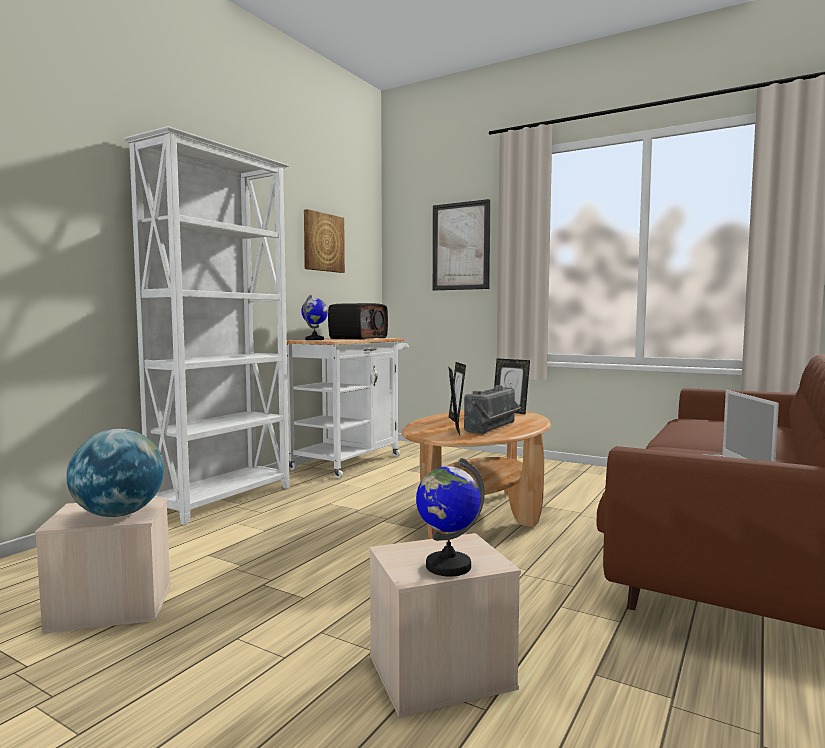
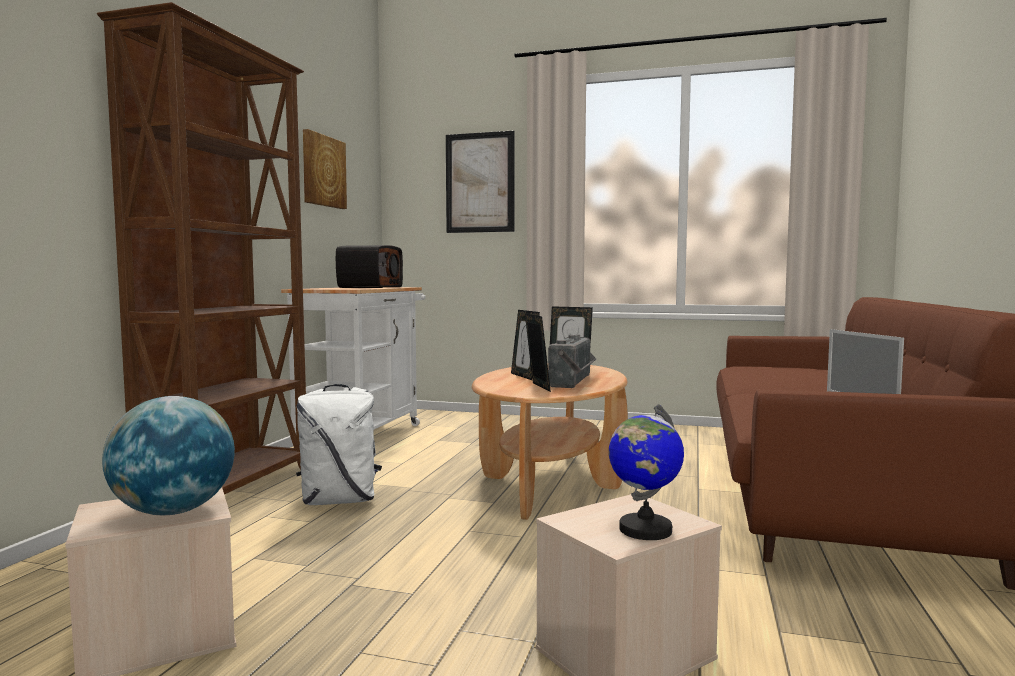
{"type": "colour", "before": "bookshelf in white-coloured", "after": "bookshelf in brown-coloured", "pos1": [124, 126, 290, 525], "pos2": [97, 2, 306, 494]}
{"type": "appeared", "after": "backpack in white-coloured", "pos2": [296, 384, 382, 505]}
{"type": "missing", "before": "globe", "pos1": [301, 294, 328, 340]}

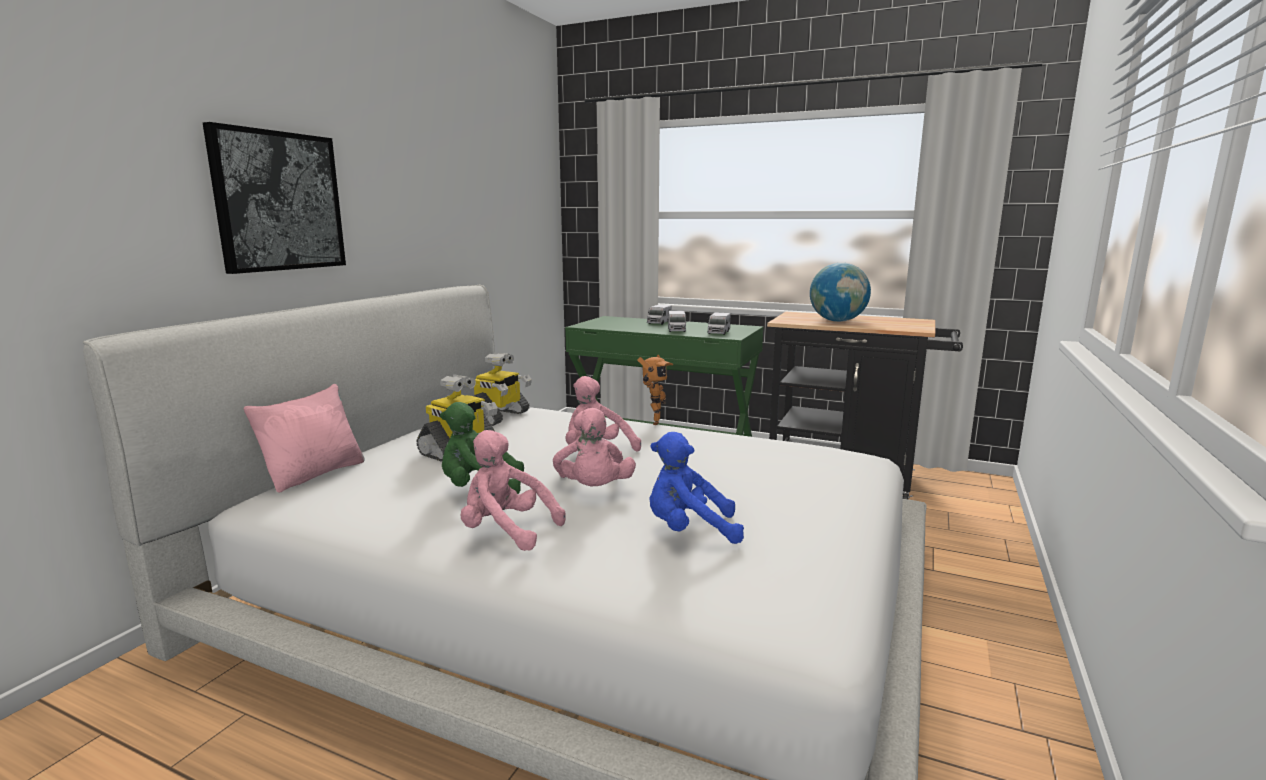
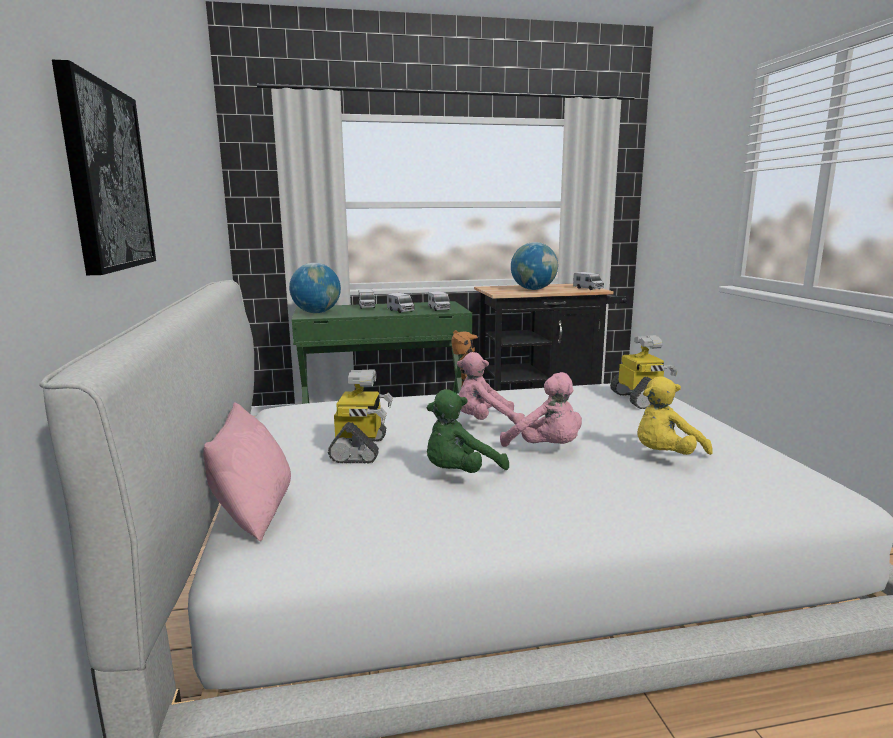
{"type": "appeared", "after": "globe", "pos2": [289, 263, 341, 313]}
{"type": "appeared", "after": "toy truck", "pos2": [573, 272, 604, 290]}
{"type": "relocated", "before": "model robot", "pos1": [474, 352, 532, 426], "pos2": [610, 335, 678, 409]}
{"type": "colour", "before": "soft toy in bluish", "after": "soft toy in yellow-coloured", "pos1": [650, 432, 744, 544], "pos2": [637, 376, 713, 455]}
{"type": "missing", "before": "soft toy in pinkish", "pos1": [461, 430, 566, 551]}

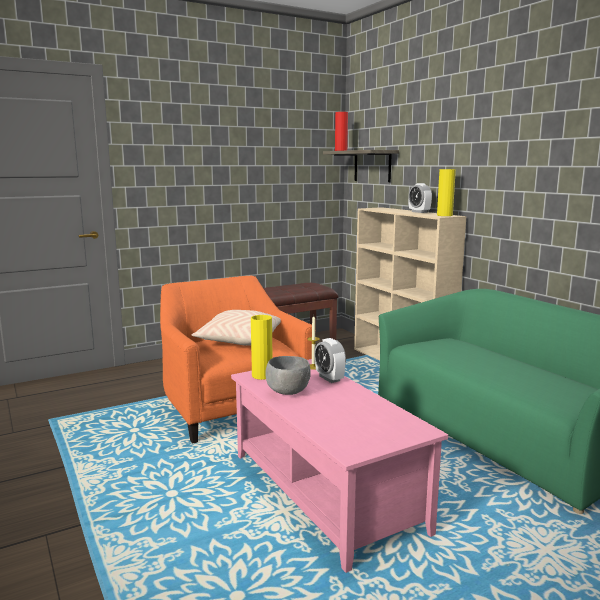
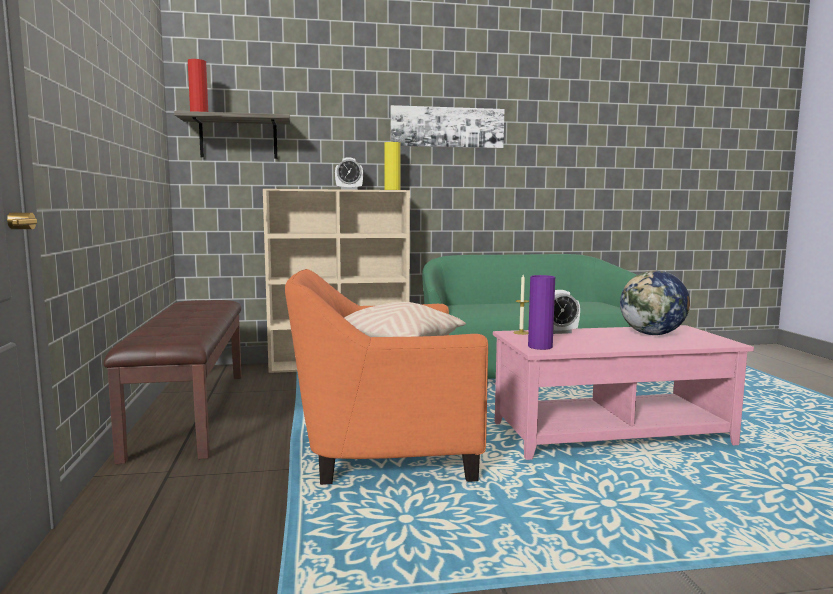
{"type": "appeared", "after": "wall art", "pos2": [390, 105, 504, 149]}
{"type": "colour", "before": "decorative vase in yellow-coloured", "after": "decorative vase in purple-coloured", "pos1": [251, 315, 272, 380], "pos2": [528, 275, 555, 350]}
{"type": "appeared", "after": "globe", "pos2": [620, 270, 690, 335]}
{"type": "missing", "before": "deep dish in greyish", "pos1": [265, 356, 311, 395]}

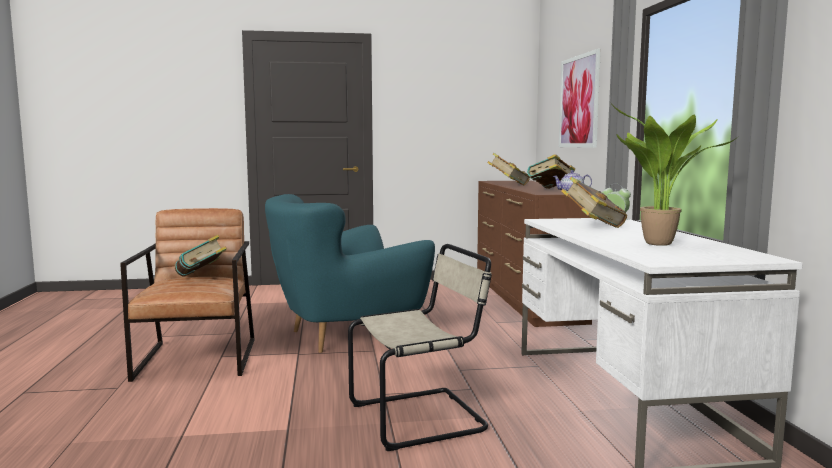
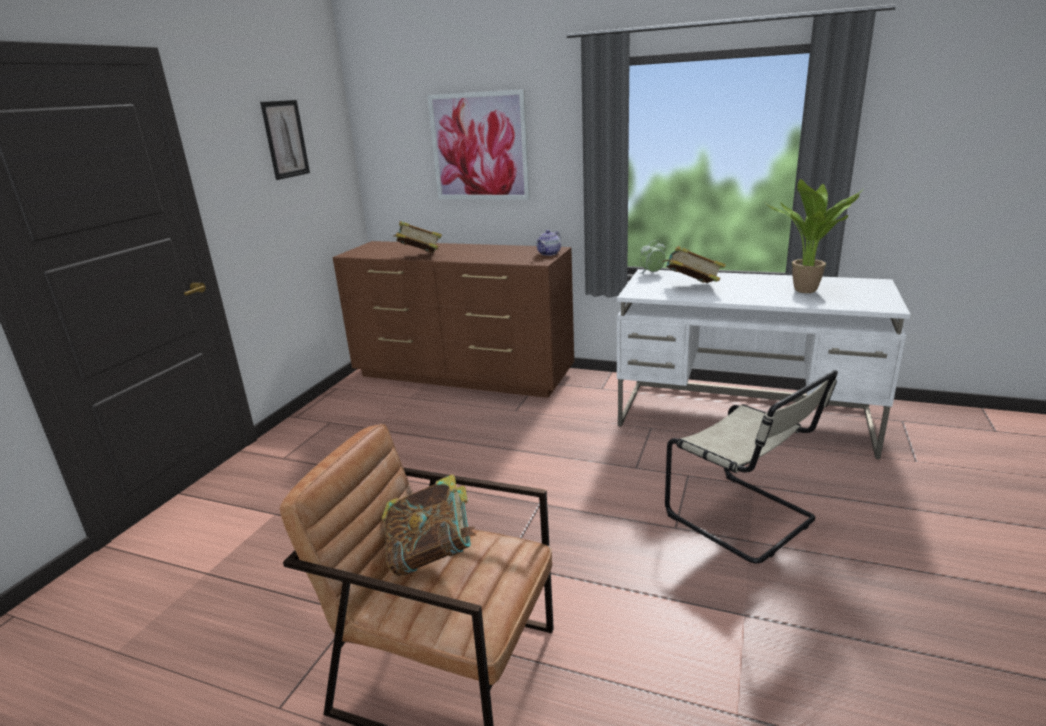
{"type": "appeared", "after": "wall art", "pos2": [260, 100, 310, 180]}
{"type": "spun", "before": "plain chair in beige", "pos1": [348, 244, 492, 451], "pos2": [665, 370, 838, 563], "turn": 135}
{"type": "missing", "before": "lounge chair in turquoise", "pos1": [265, 194, 435, 353]}
{"type": "missing", "before": "book", "pos1": [527, 154, 575, 189]}

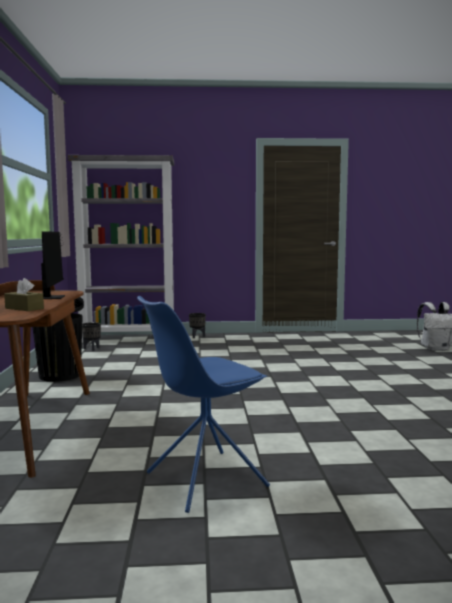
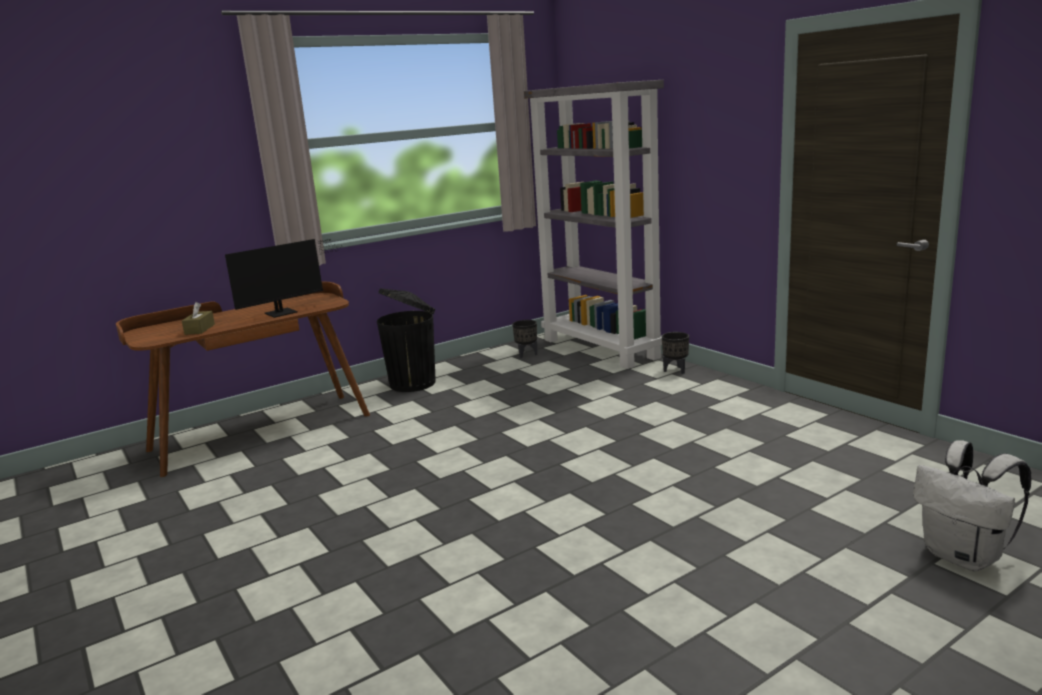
{"type": "missing", "before": "plain chair in bluish", "pos1": [137, 296, 270, 513]}

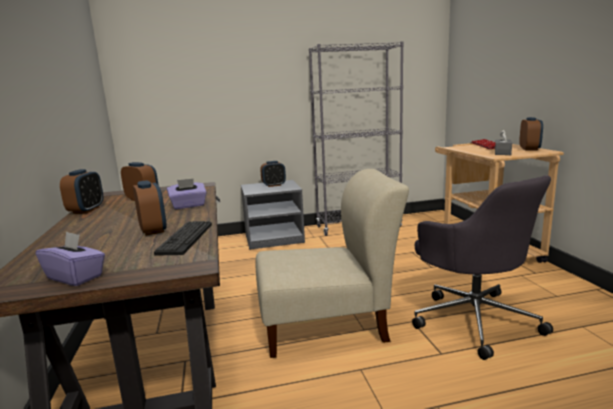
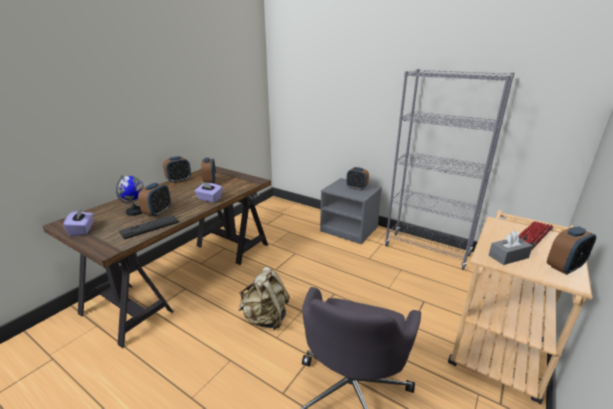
{"type": "appeared", "after": "globe", "pos2": [116, 175, 144, 216]}
{"type": "exchanged", "before": "plain chair in beige", "after": "backpack in beige", "pos1": [255, 169, 409, 358], "pos2": [238, 267, 290, 330]}

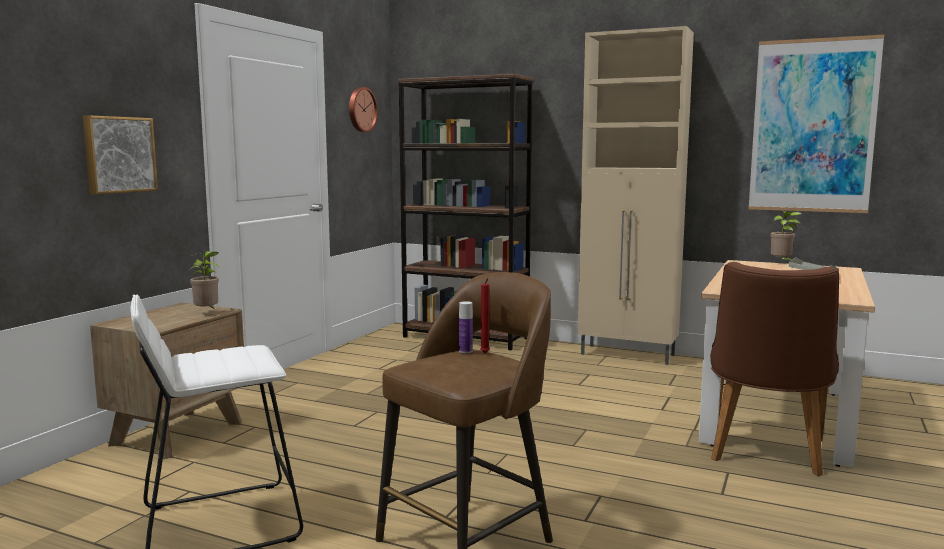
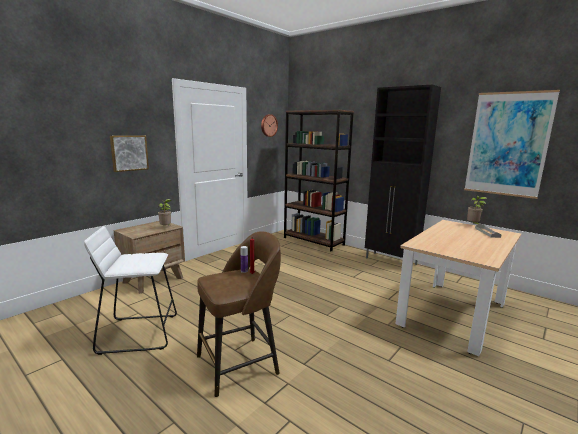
{"type": "colour", "before": "storage cabinet in beige", "after": "storage cabinet in black-coloured", "pos1": [578, 26, 694, 365], "pos2": [365, 85, 441, 265]}
{"type": "missing", "before": "plain chair in brown-coloured", "pos1": [710, 262, 839, 476]}

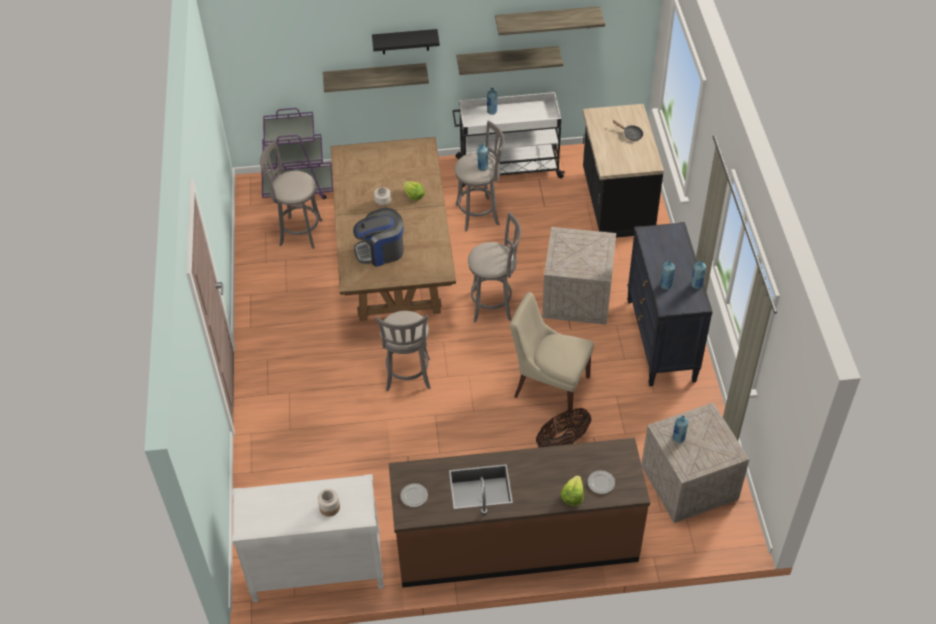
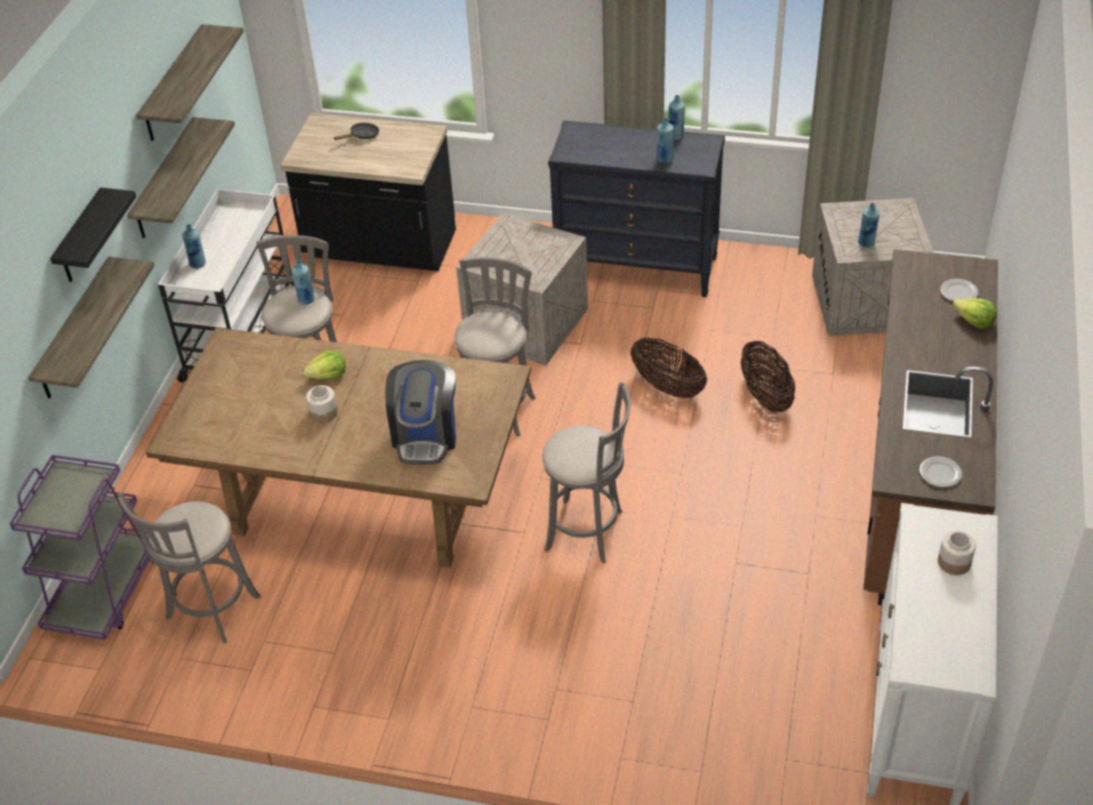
{"type": "exchanged", "before": "plain chair in beige", "after": "basket", "pos1": [510, 292, 594, 414], "pos2": [630, 337, 707, 398]}

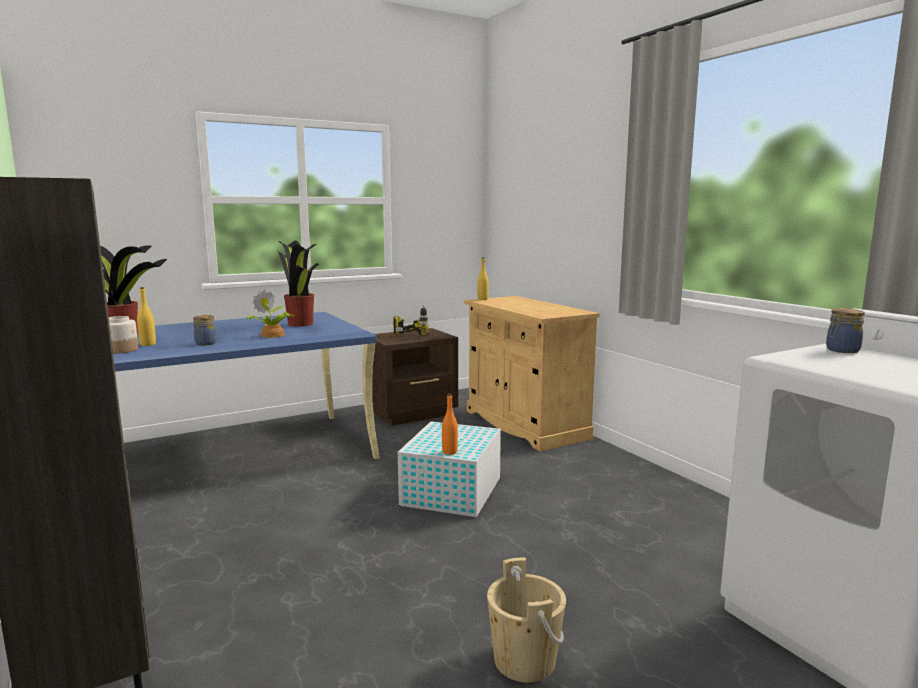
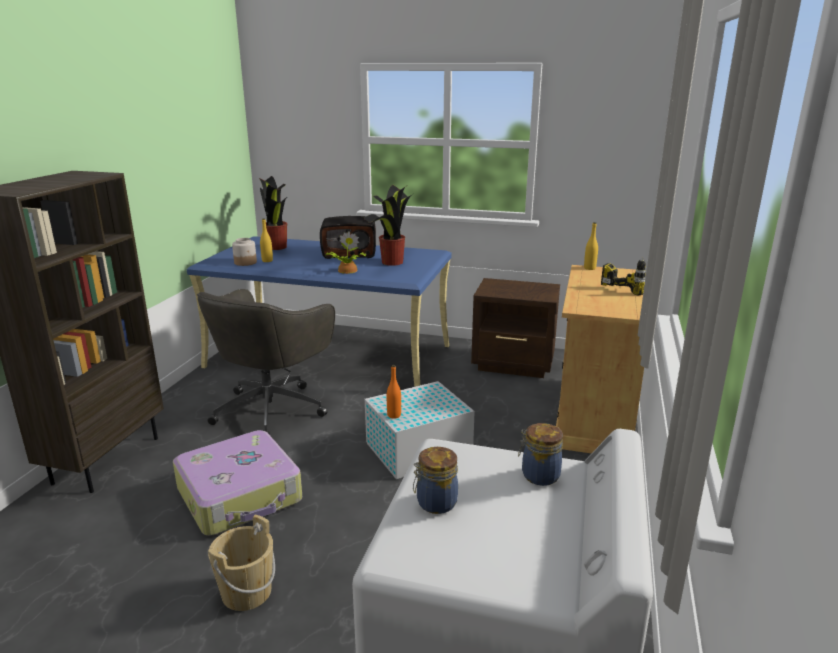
{"type": "appeared", "after": "travel case", "pos2": [173, 430, 302, 536]}
{"type": "appeared", "after": "computer chair in greyish", "pos2": [197, 289, 335, 435]}
{"type": "appeared", "after": "radio set", "pos2": [320, 216, 376, 259]}
{"type": "relocated", "before": "preserve jar", "pos1": [193, 315, 216, 346], "pos2": [413, 447, 458, 514]}
{"type": "relocated", "before": "electric drill", "pos1": [393, 305, 429, 336], "pos2": [601, 257, 646, 295]}

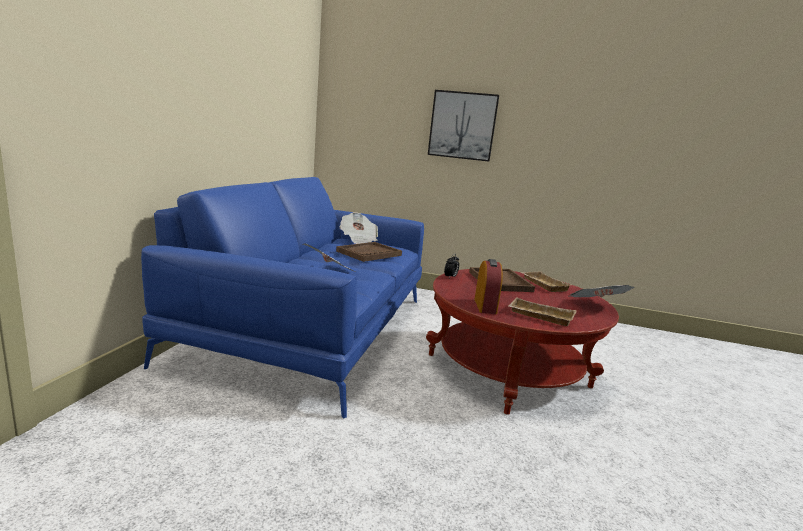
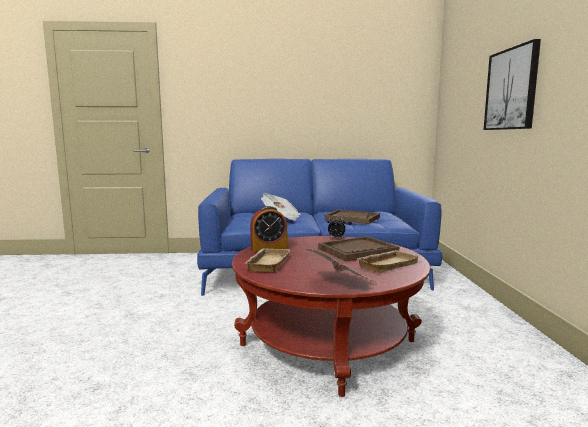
{"type": "missing", "before": "newspaper", "pos1": [339, 212, 378, 244]}

